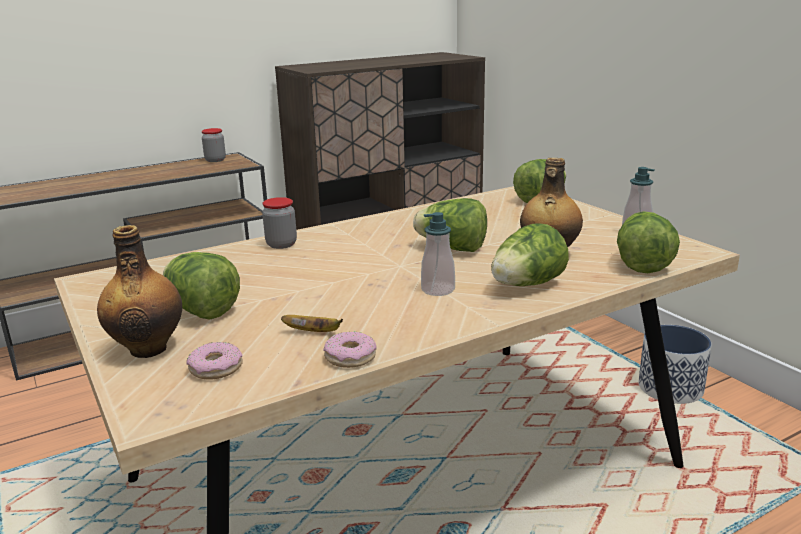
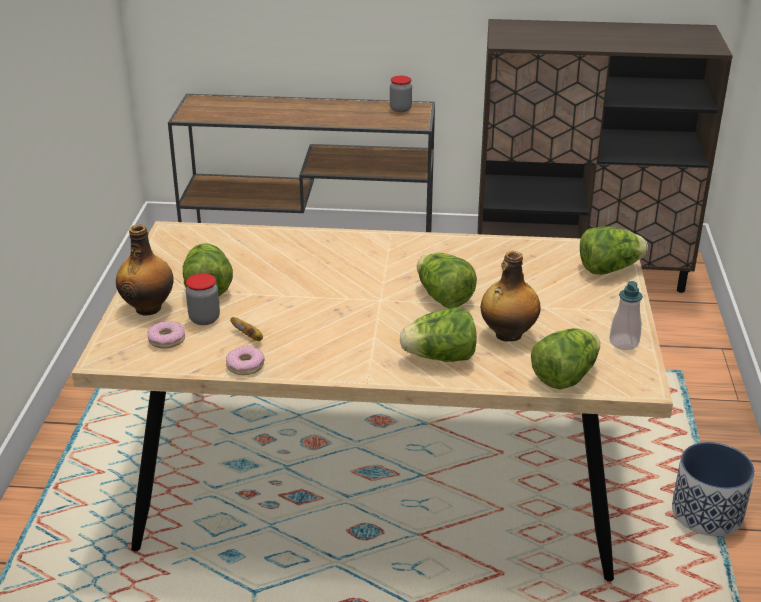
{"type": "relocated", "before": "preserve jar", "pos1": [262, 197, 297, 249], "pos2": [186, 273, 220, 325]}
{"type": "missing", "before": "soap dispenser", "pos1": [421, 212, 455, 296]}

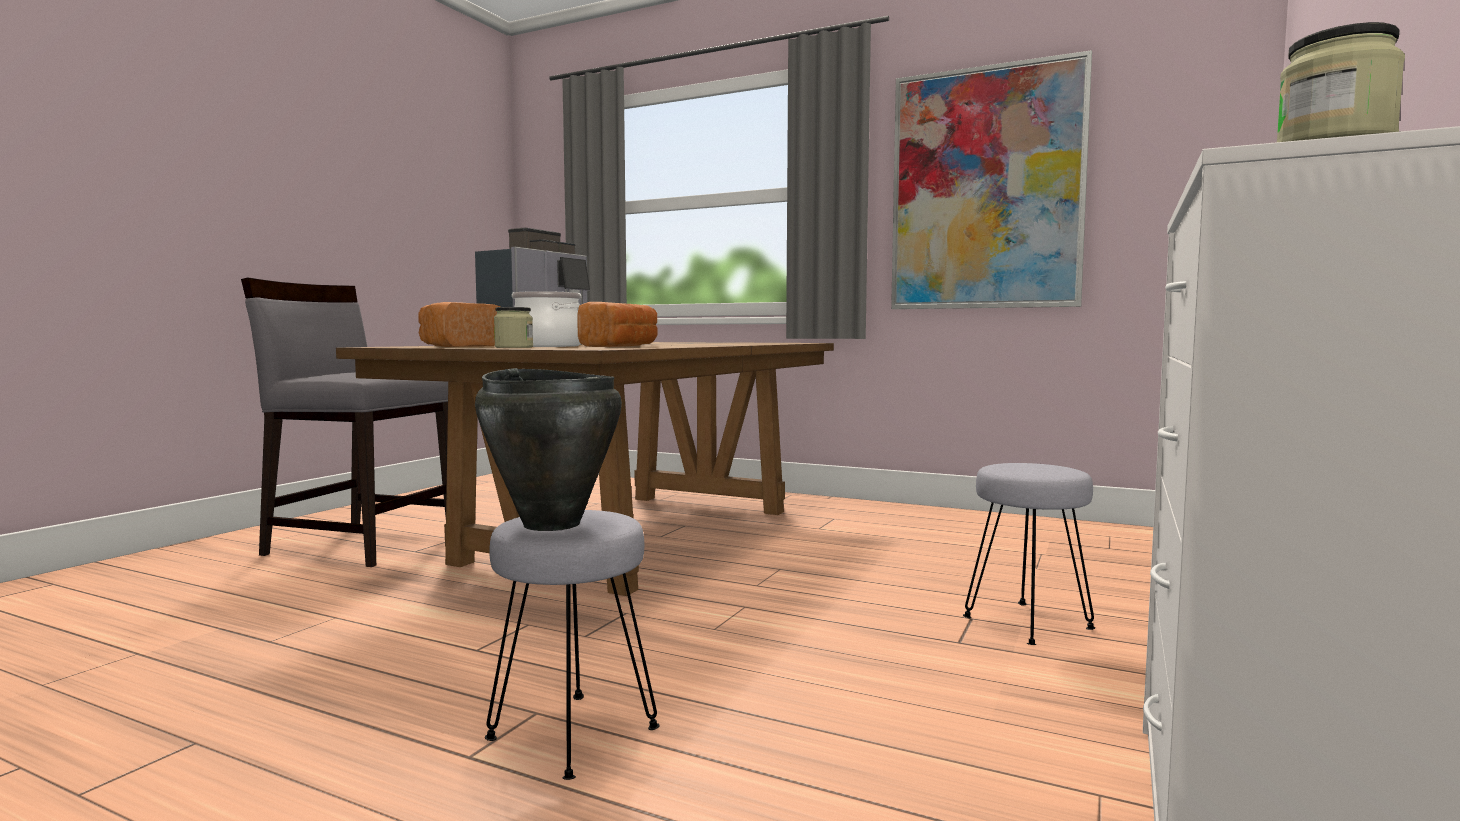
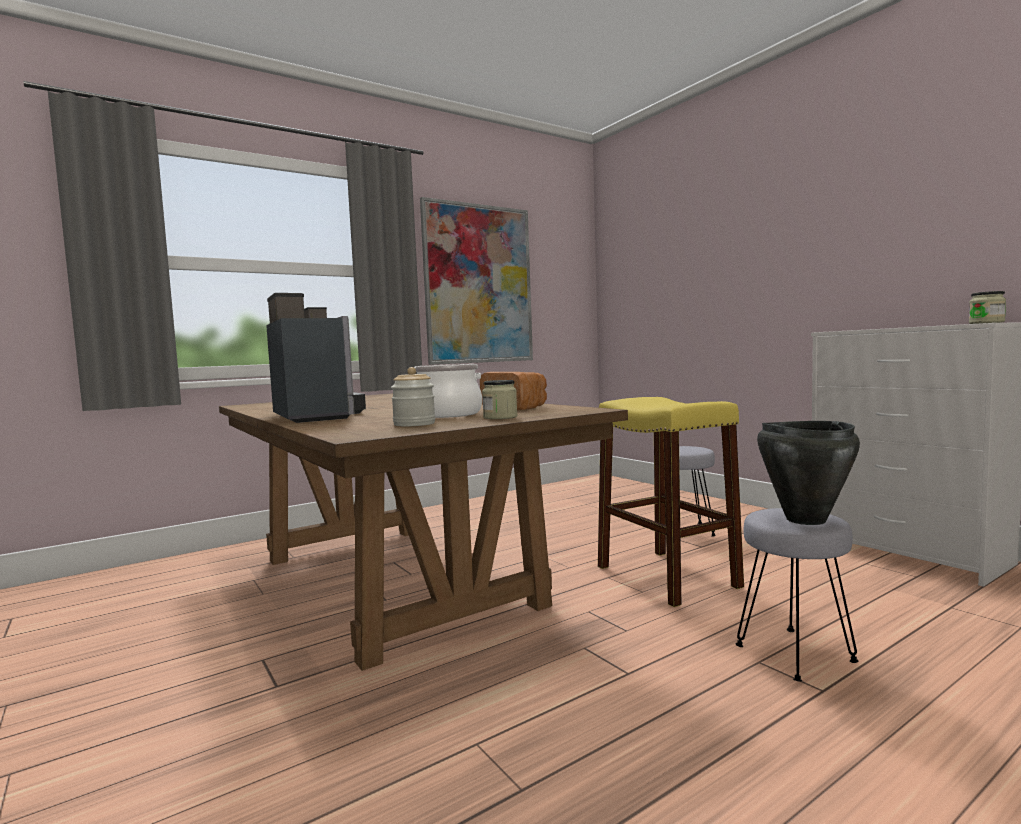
{"type": "exchanged", "before": "baked bread", "after": "preserve jar", "pos1": [418, 302, 500, 347], "pos2": [391, 367, 435, 426]}
{"type": "appeared", "after": "stool in yellow-coloured", "pos2": [598, 397, 744, 607]}
{"type": "missing", "before": "plain chair in greyish", "pos1": [241, 278, 448, 567]}

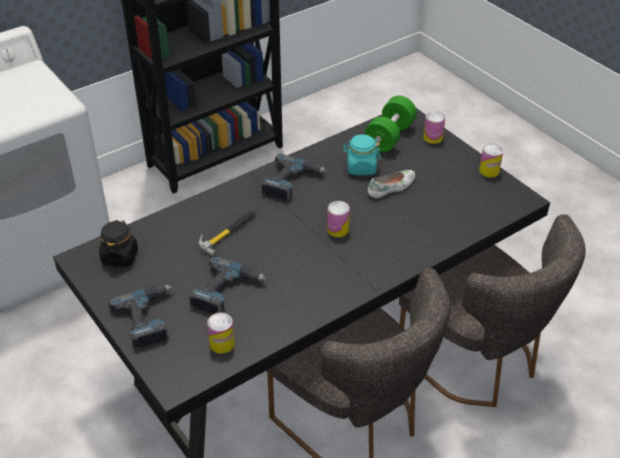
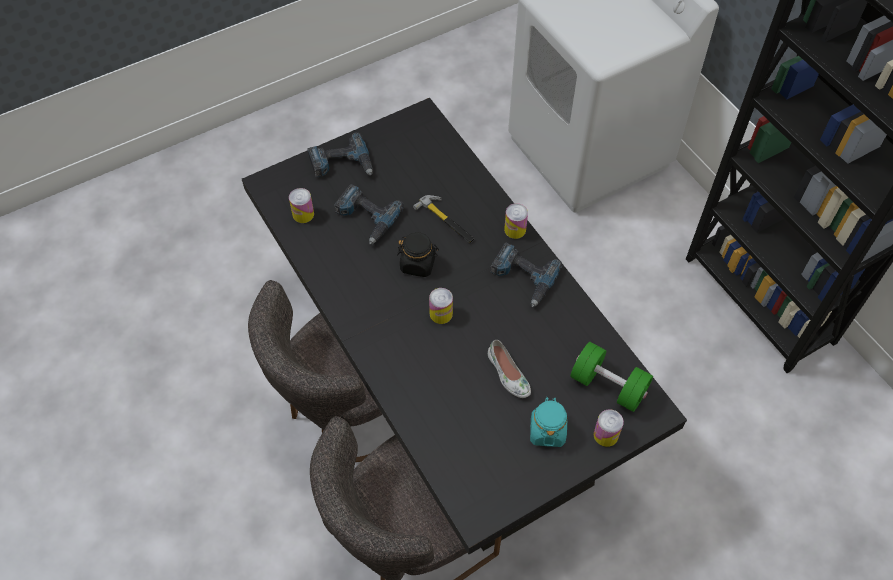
{"type": "relocated", "before": "preserve jar in black-coloured", "pos1": [99, 220, 138, 267], "pos2": [397, 232, 439, 277]}
{"type": "relocated", "before": "metal can", "pos1": [479, 144, 504, 178], "pos2": [504, 203, 528, 239]}
{"type": "relocated", "before": "preserve jar in turquoise", "pos1": [343, 134, 381, 175], "pos2": [530, 397, 567, 447]}

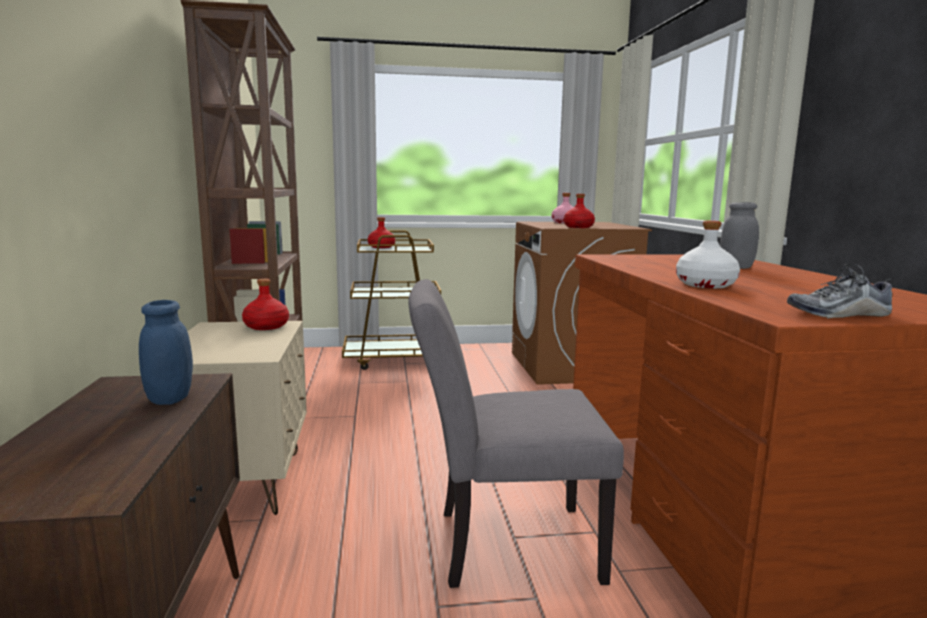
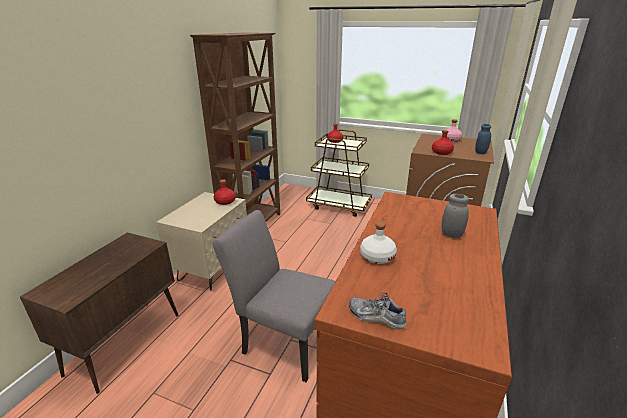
{"type": "relocated", "before": "preserve jar in bluish", "pos1": [139, 300, 193, 405], "pos2": [475, 124, 491, 154]}

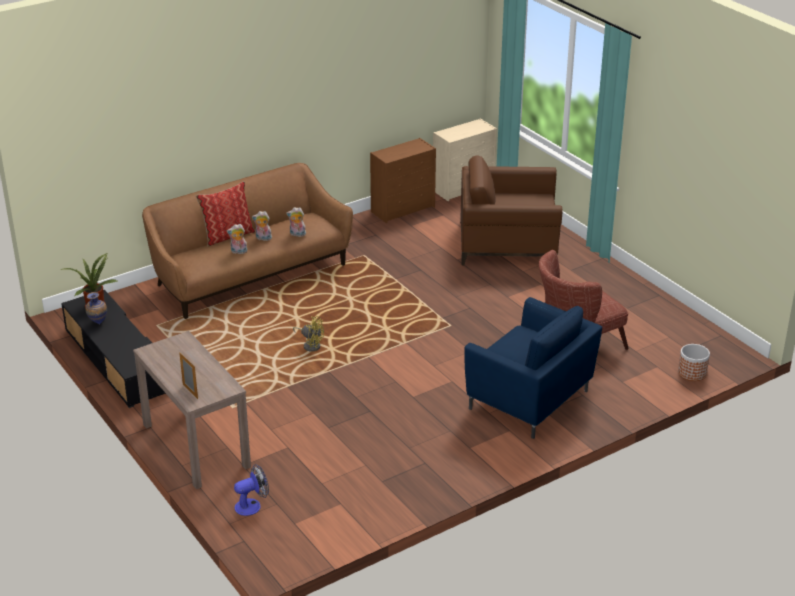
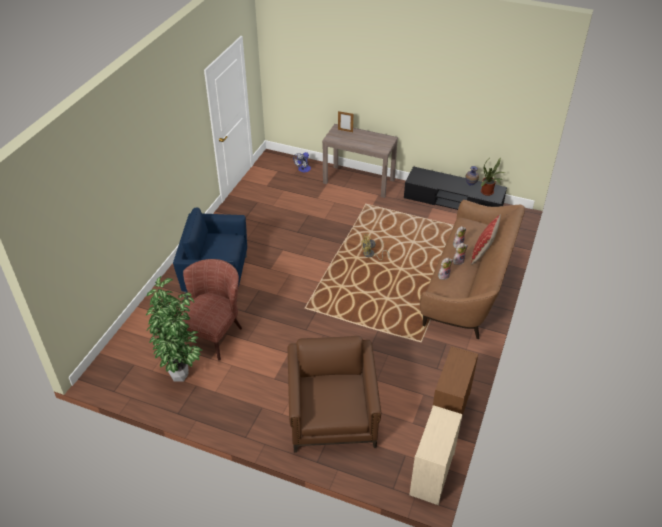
{"type": "appeared", "after": "plant in a pot", "pos2": [146, 276, 202, 382]}
{"type": "spun", "before": "lounge chair in brown-coloured", "pos1": [460, 156, 563, 265], "pos2": [288, 336, 381, 453], "turn": -60}
{"type": "missing", "before": "plant pot", "pos1": [678, 344, 710, 381]}

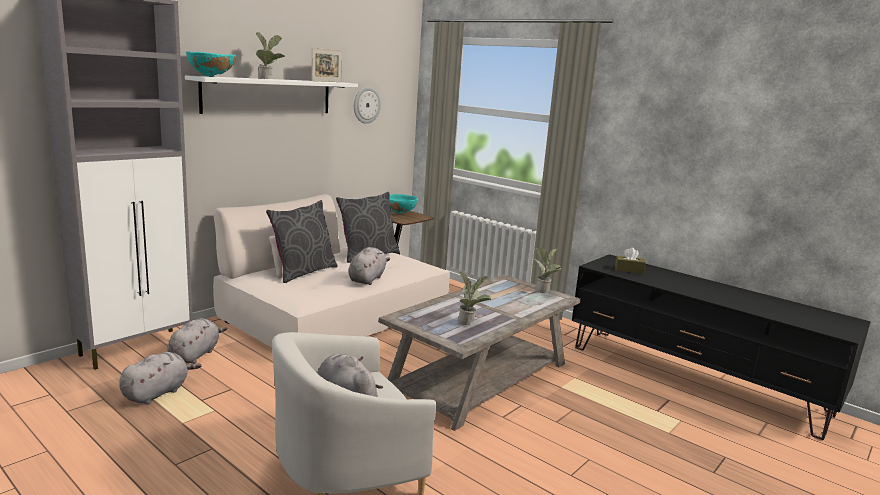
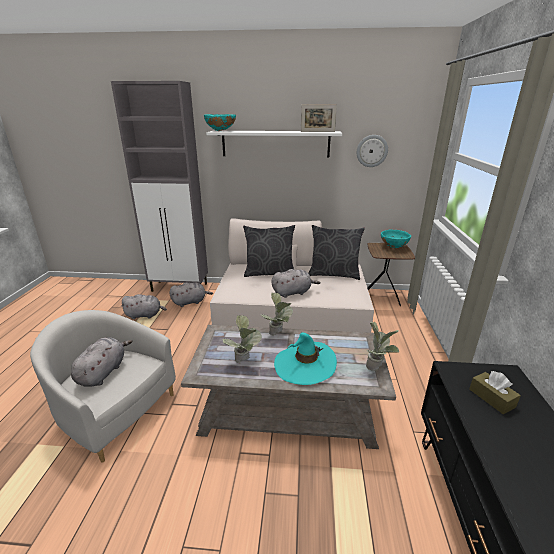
{"type": "relocated", "before": "plant in a pot", "pos1": [256, 32, 285, 79], "pos2": [261, 292, 293, 336]}
{"type": "appeared", "after": "clothing hat in turquoise", "pos2": [274, 332, 337, 385]}

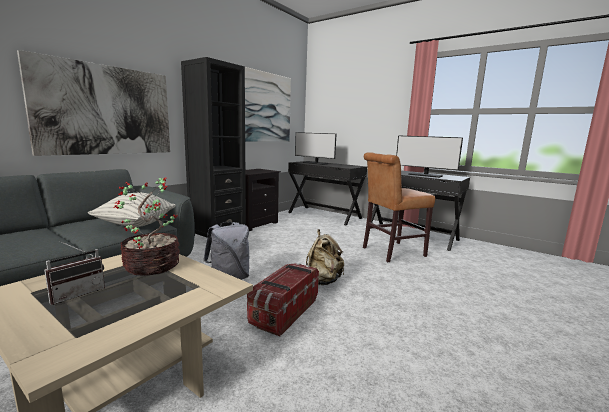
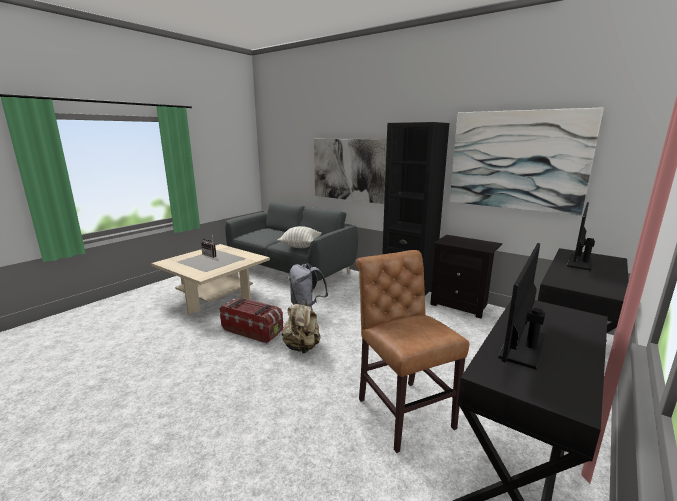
{"type": "missing", "before": "plant in a pot", "pos1": [114, 177, 180, 276]}

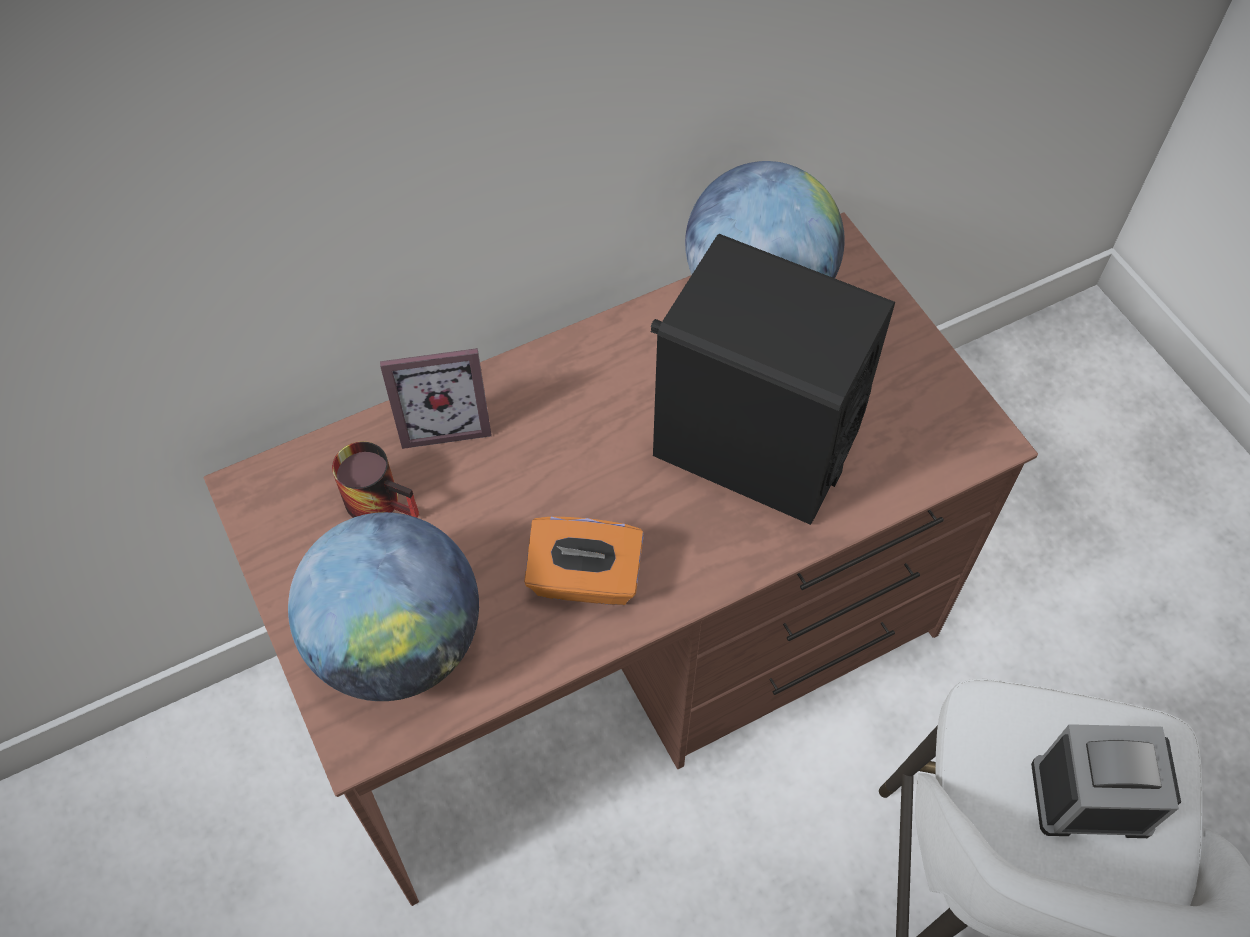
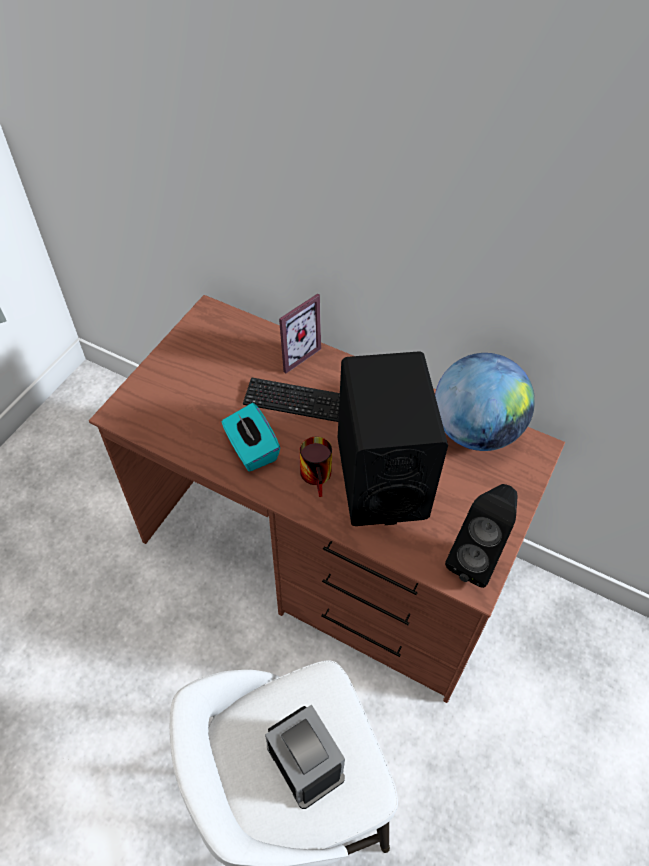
{"type": "colour", "before": "tissue holder in orange-coloured", "after": "tissue holder in turquoise", "pos1": [524, 516, 644, 605], "pos2": [222, 403, 280, 471]}
{"type": "appeared", "after": "keyboard", "pos2": [243, 377, 340, 422]}
{"type": "spun", "before": "picture frame", "pos1": [380, 348, 492, 449], "pos2": [279, 294, 321, 374], "turn": -90}
{"type": "relocated", "before": "tea mug", "pos1": [332, 441, 419, 518], "pos2": [300, 437, 332, 497]}
{"type": "appeared", "after": "audio speaker in black-coloured", "pos2": [445, 484, 518, 588]}
{"type": "missing", "before": "globe", "pos1": [288, 512, 479, 701]}

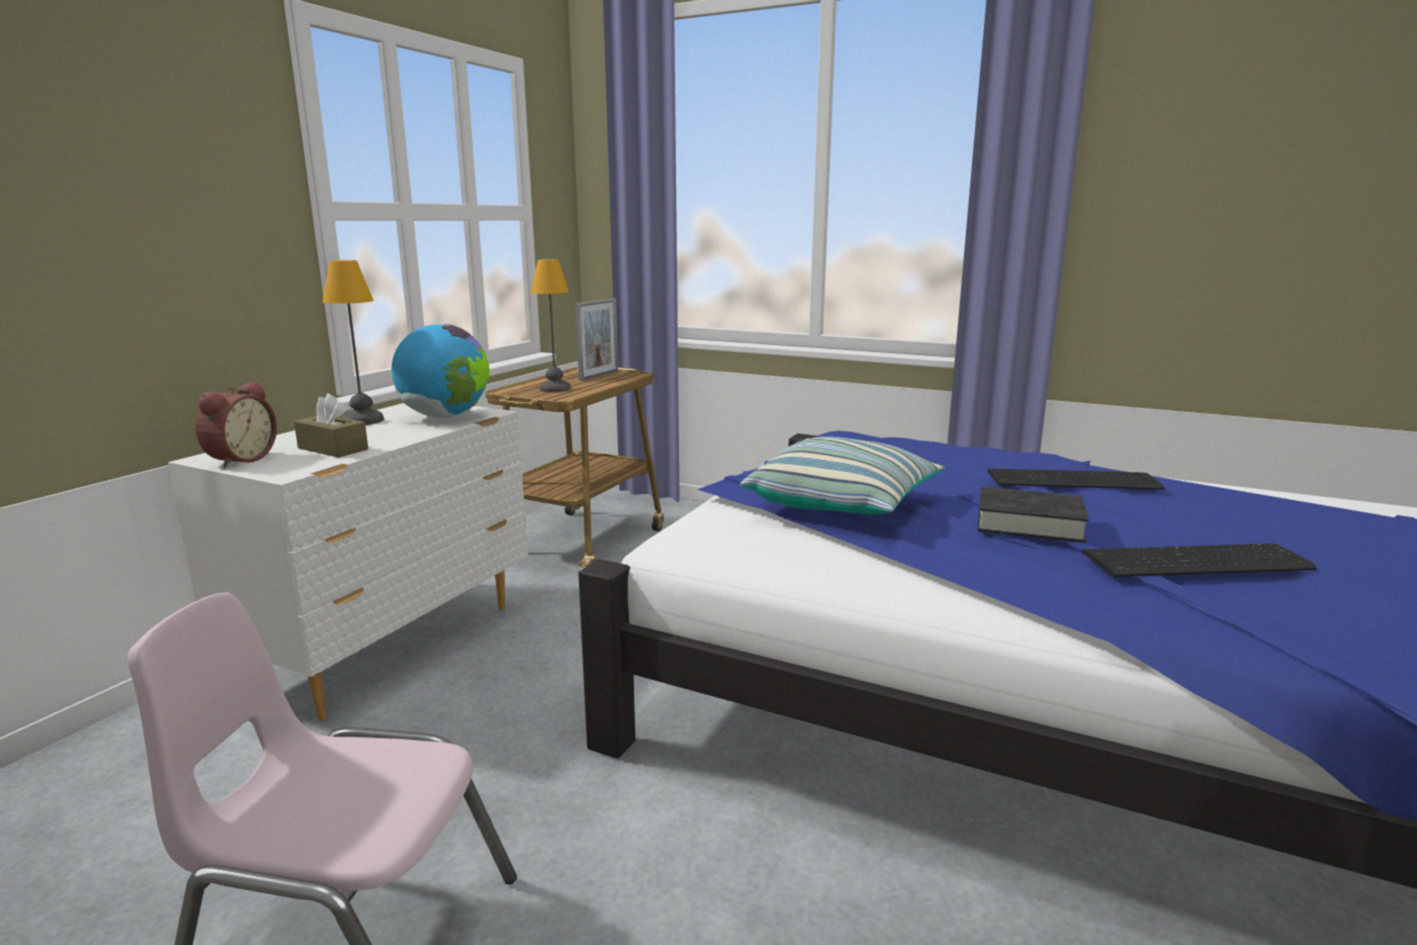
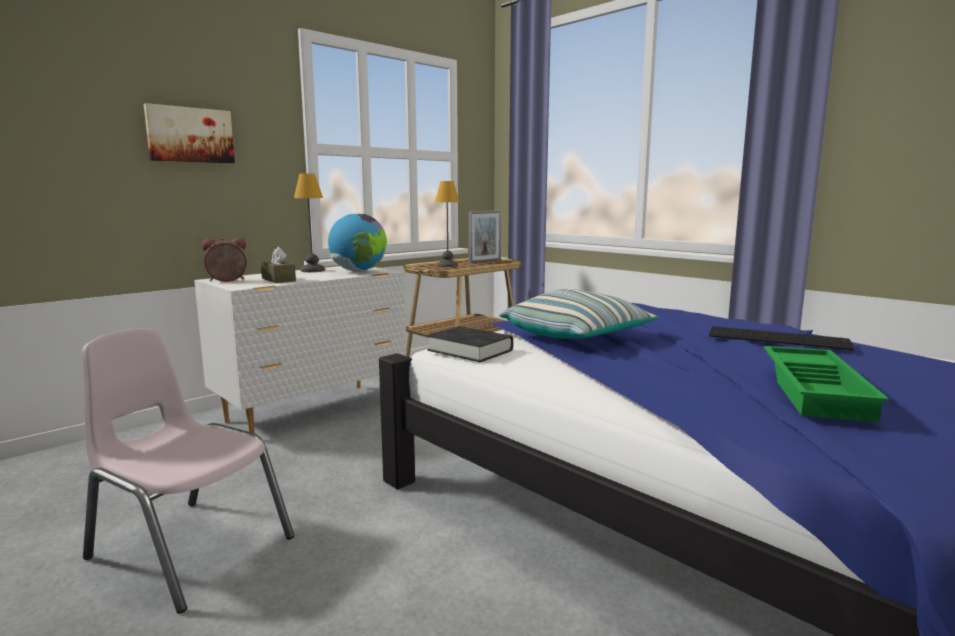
{"type": "appeared", "after": "wall art", "pos2": [144, 103, 235, 163]}
{"type": "spun", "before": "alarm clock", "pos1": [196, 381, 277, 468], "pos2": [201, 238, 247, 282], "turn": -150}
{"type": "relocated", "before": "book in black-coloured", "pos1": [978, 487, 1089, 543], "pos2": [427, 326, 513, 362]}
{"type": "exchanged", "before": "keyboard", "after": "serving tray in green", "pos1": [1082, 543, 1317, 577], "pos2": [764, 346, 889, 422]}

